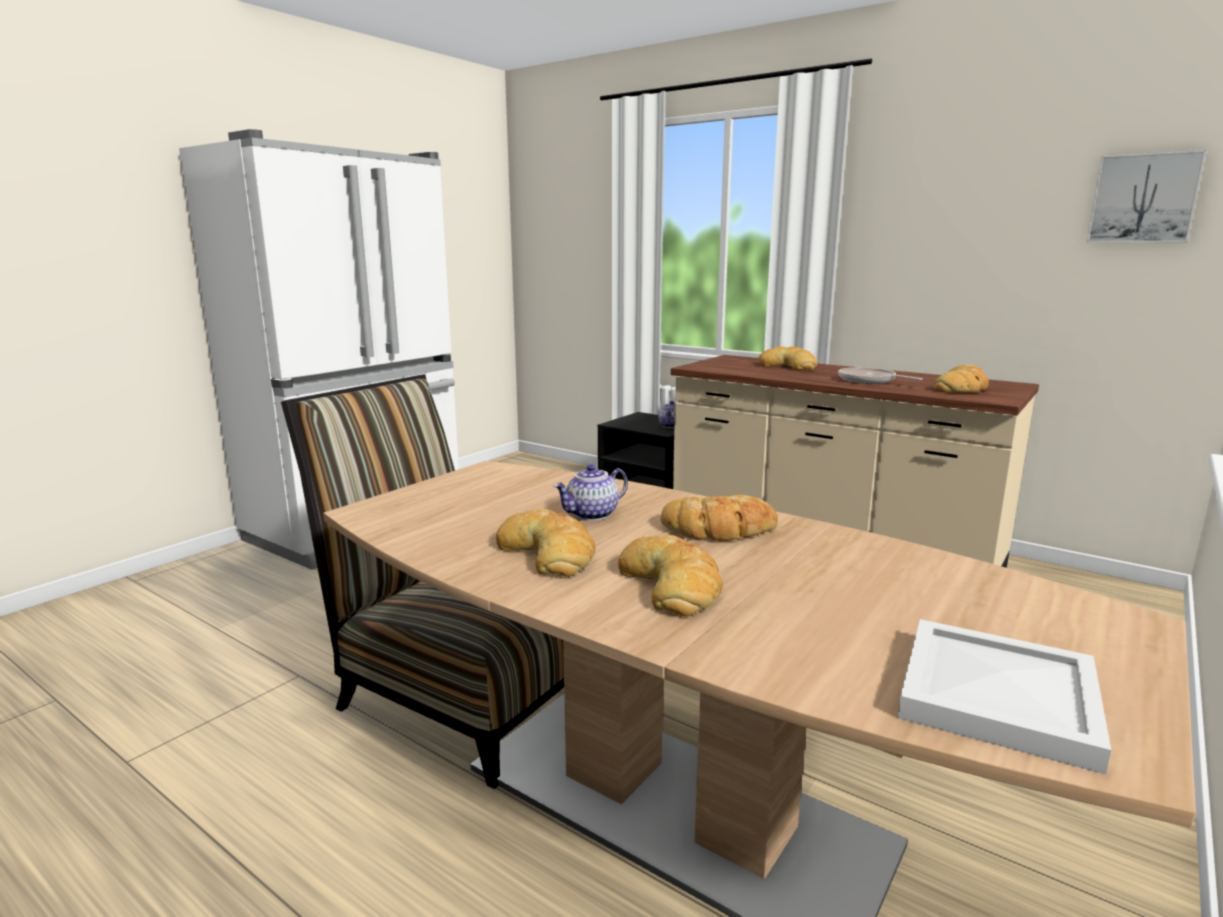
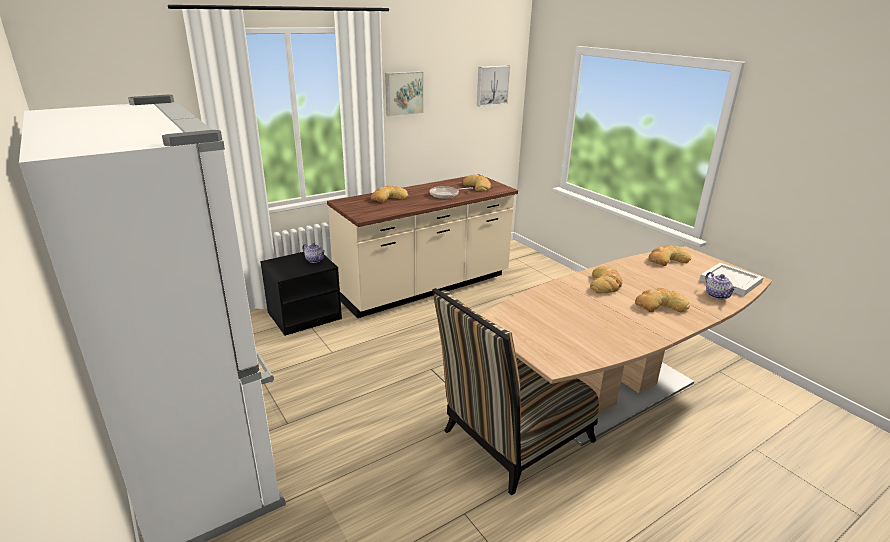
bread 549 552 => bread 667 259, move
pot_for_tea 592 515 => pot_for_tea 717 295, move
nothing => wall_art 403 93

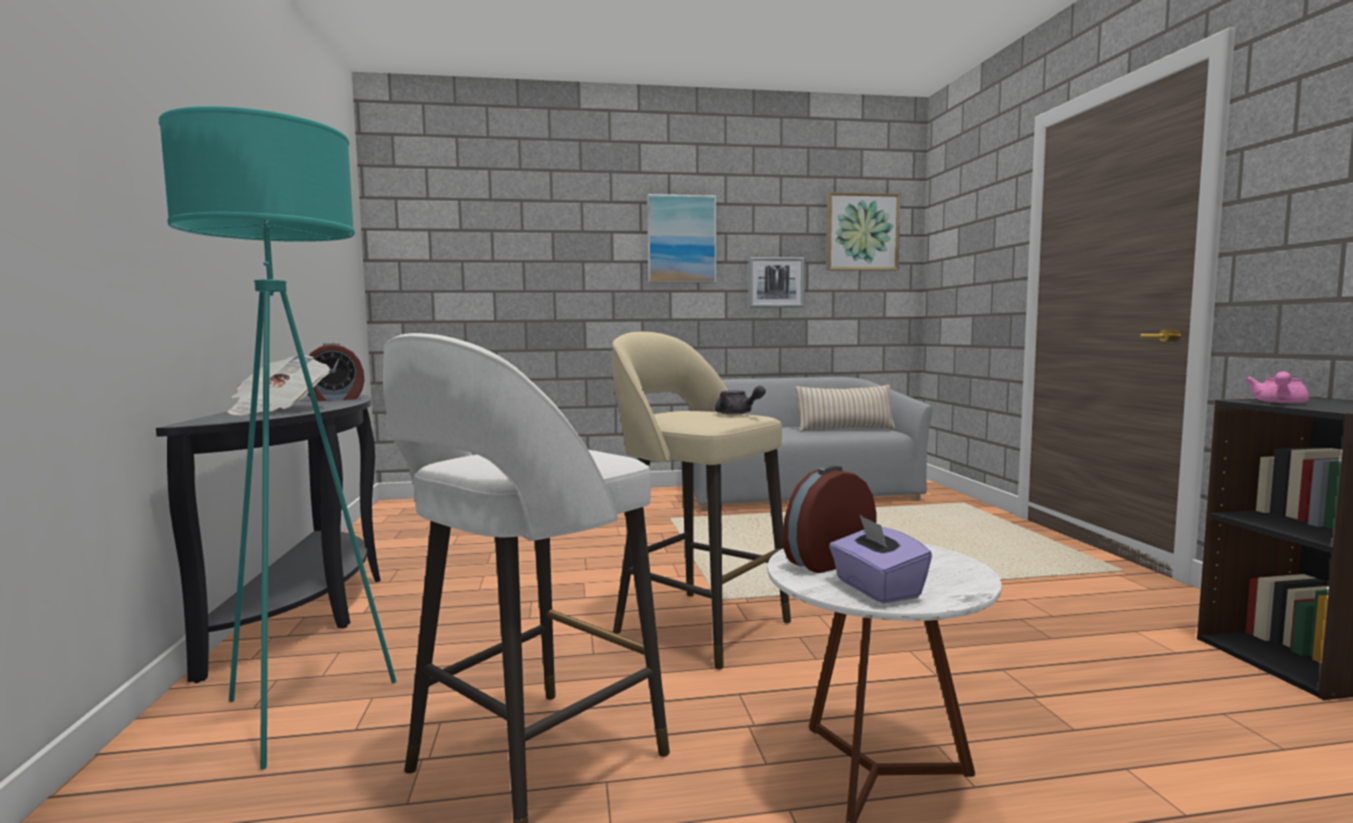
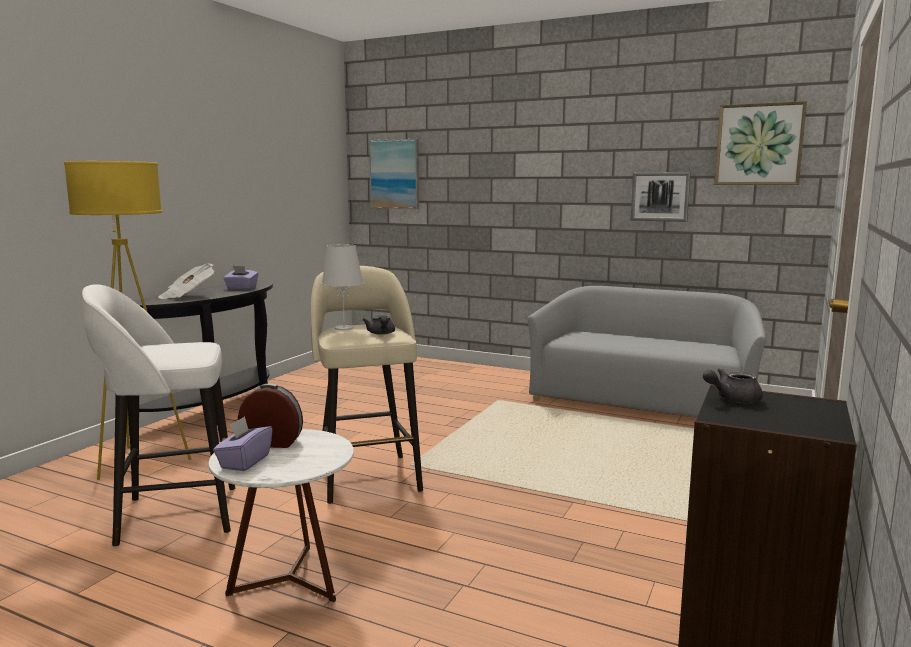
turquoise_floor_lamp 303 713 => yellow_floor_lamp 141 462
table_clock 335 399 => purplish_tissue_box 241 288
wall_art 681 239 => wall_art 395 174, move
beige-coloured_throw_pillow 845 429 => nothing
pink-coloured_pot_for_tea 1279 403 => gray_pot_for_tea 732 399
nothing => white-coloured_table_lamp 344 328

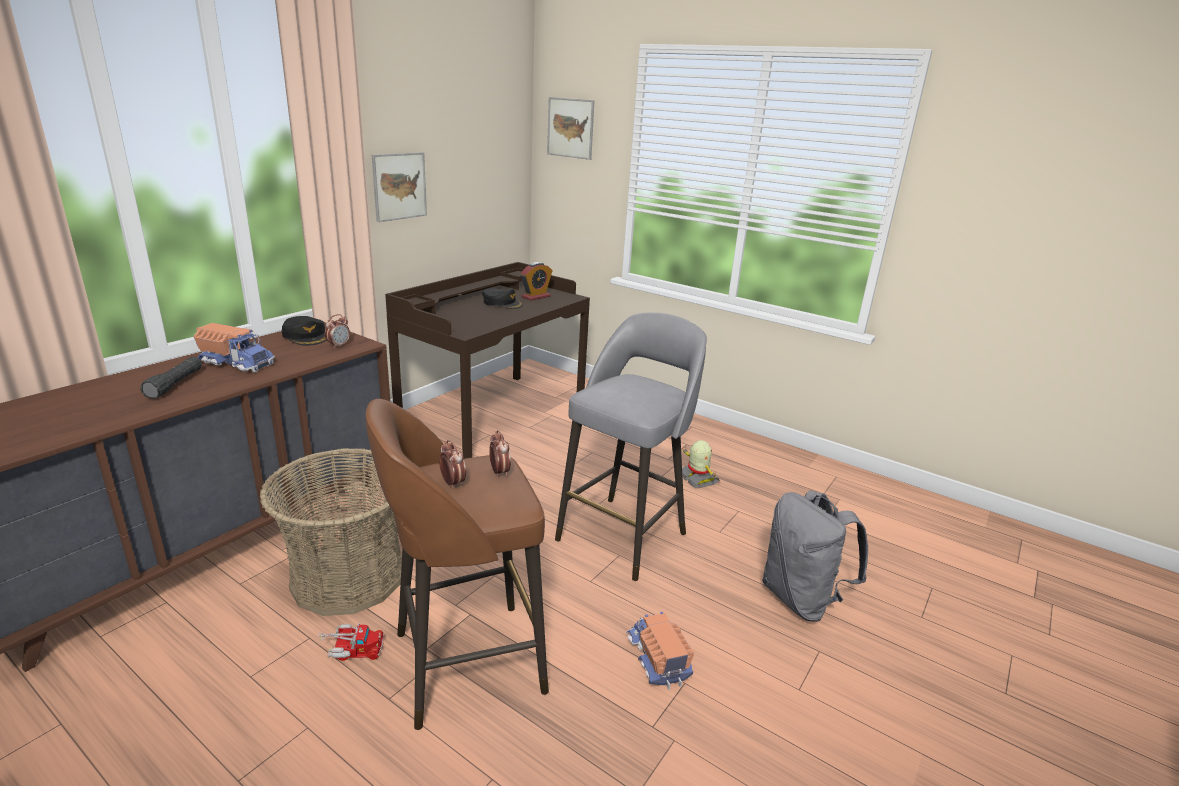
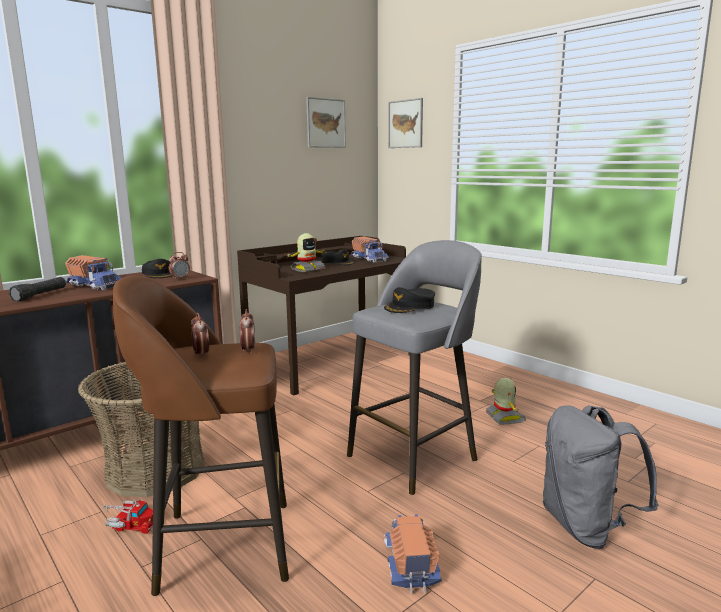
wall_art 399 186 => wall_art 326 123, move
table_clock 536 296 => model_truck 369 259
nothing => toy_robot 307 269
nothing => blackish_cap 410 307

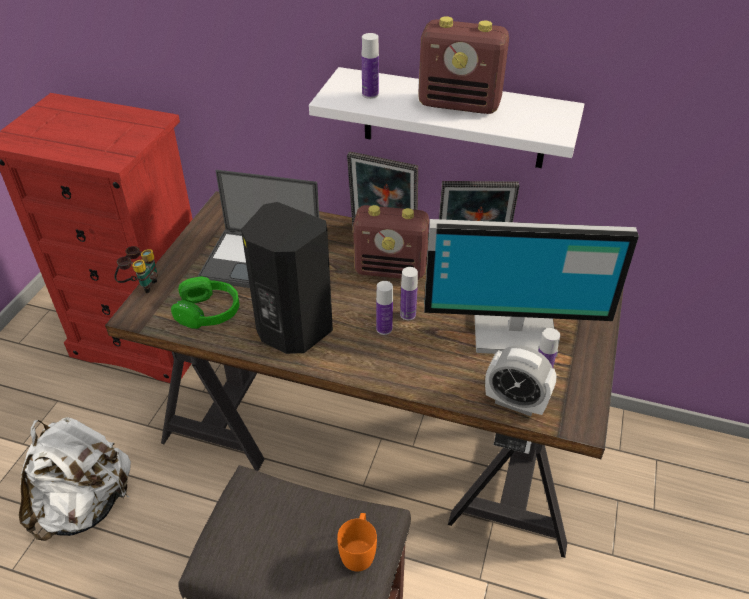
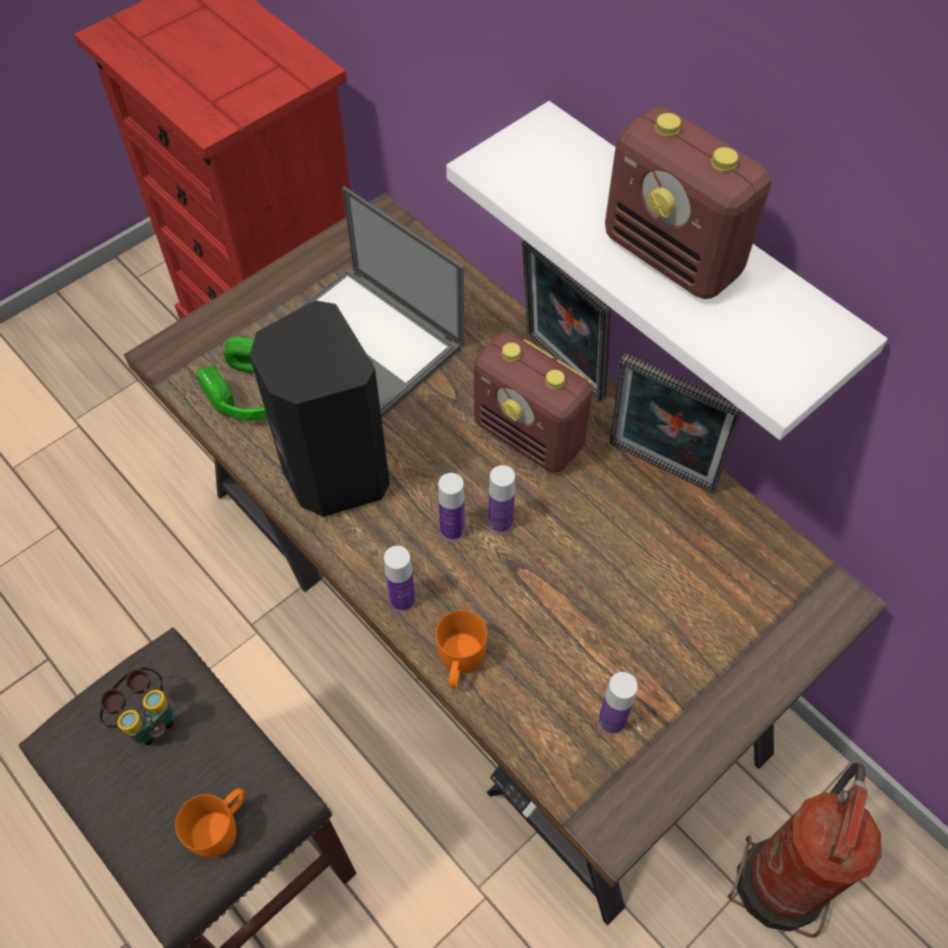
white-coloured_backpack 85 505 => nothing
field_glasses 141 284 => field_glasses 147 719, move
beverage_bottle 370 94 => beverage_bottle 402 600, move
computer_screen 514 330 => nothing
table_clock 515 403 => nothing
nothing => orange_coffee_mug 459 663
nothing => extinguisher 781 881

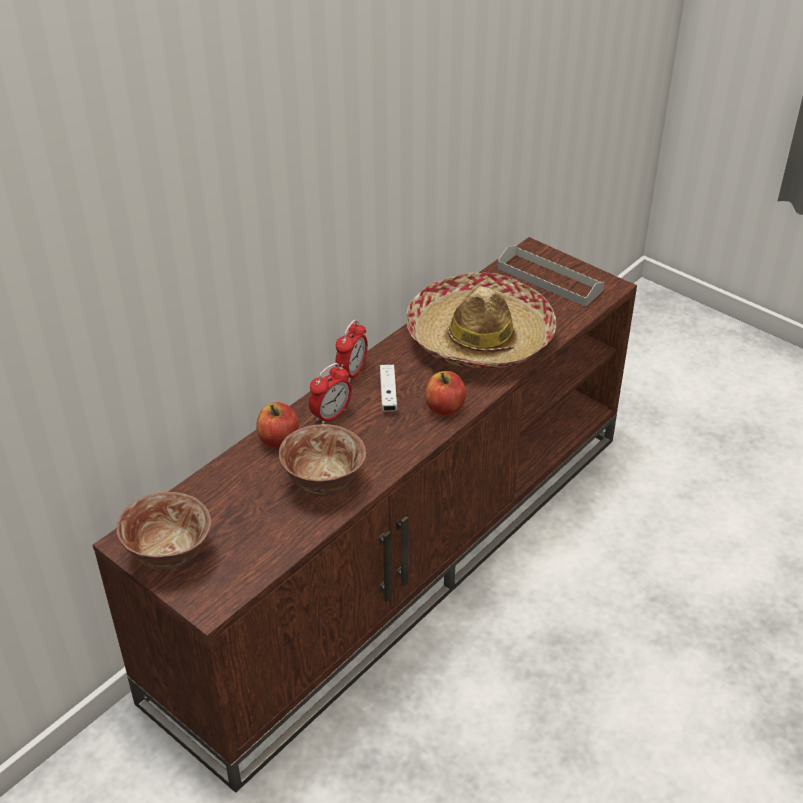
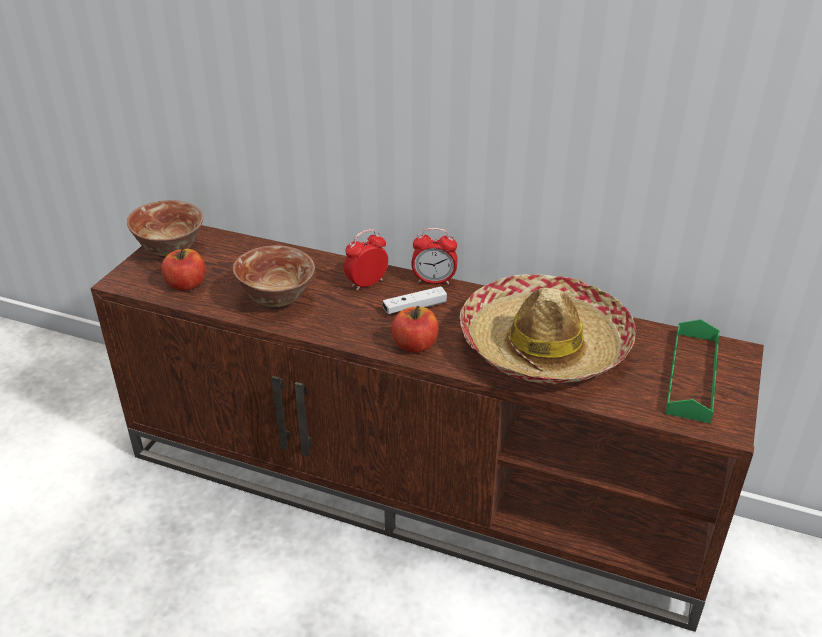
apple_fruit 279 439 => apple_fruit 186 285, move
table_clock 331 415 => table_clock 367 283, 120 degrees clockwise
gray_tray 549 279 => green-coloured_tray 692 375

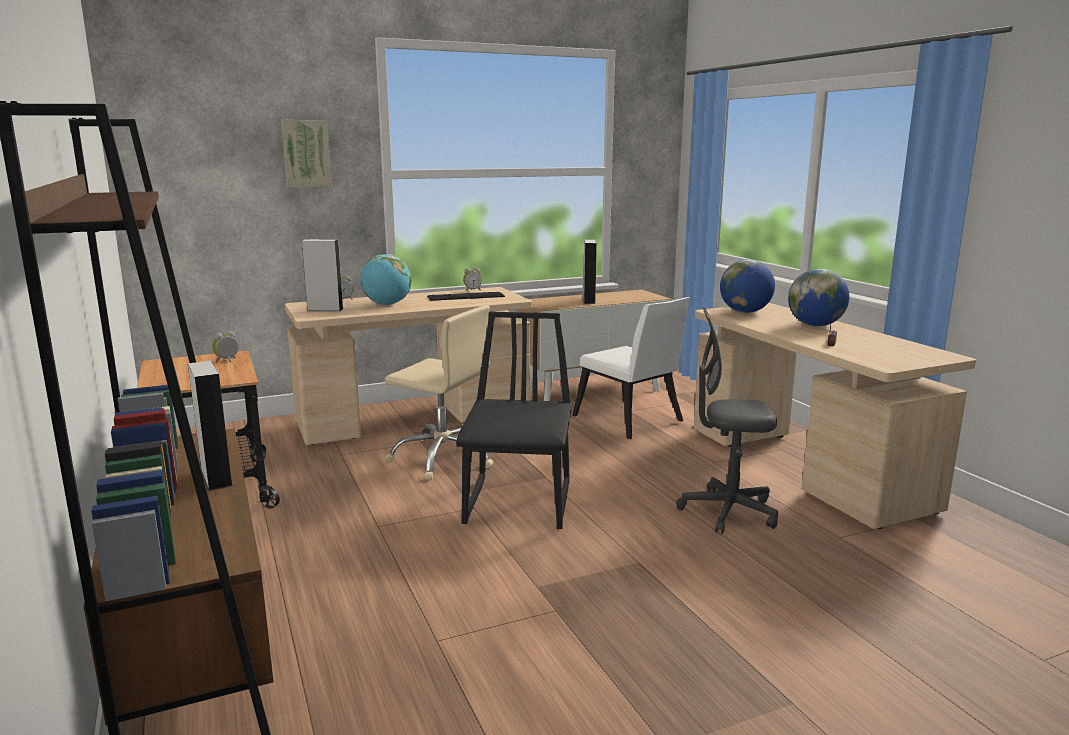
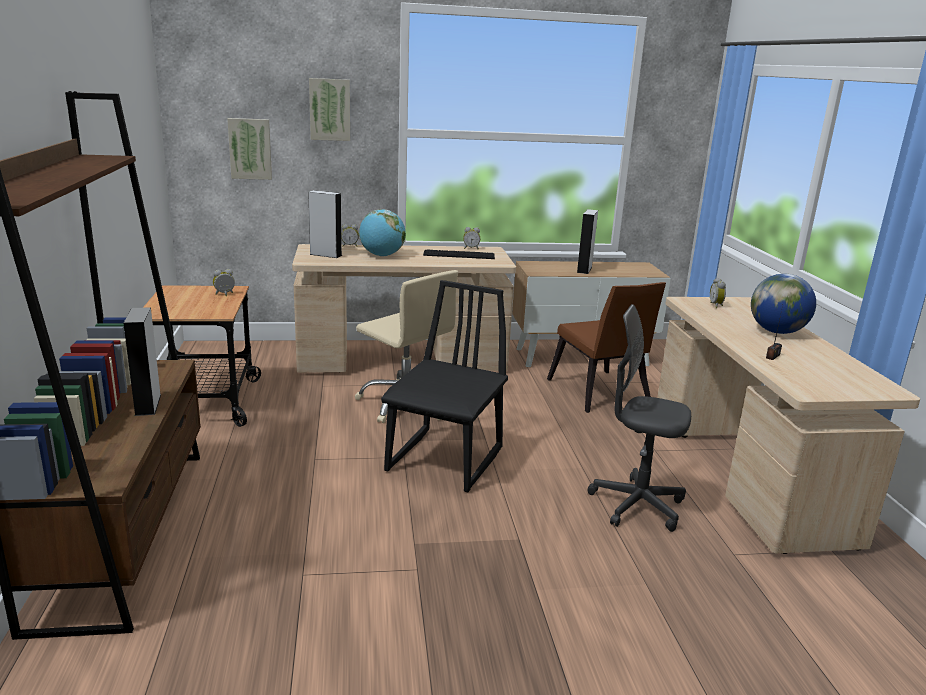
white-coloured_plain_chair 630 421 => brown_plain_chair 599 394
desk_globe 745 312 => table_clock 716 305
nothing => wall_art 250 148

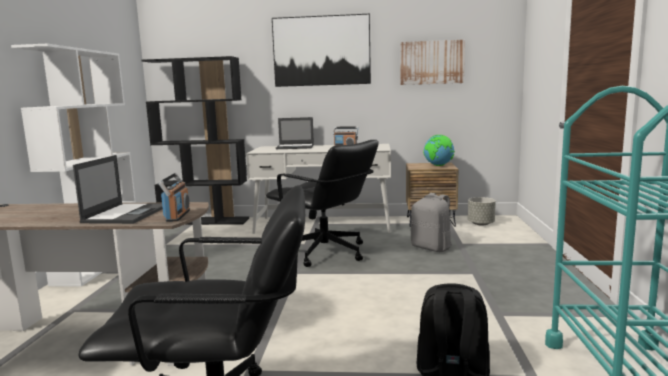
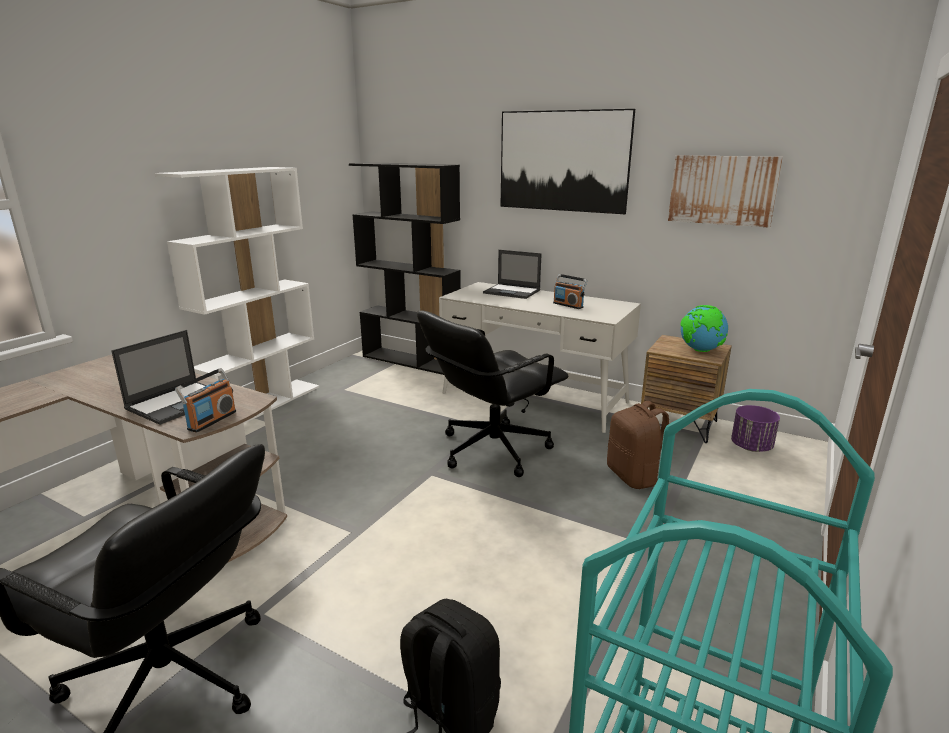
blackish_desk_chair 325 253 => blackish_desk_chair 492 449, 75 degrees clockwise
gray_backpack 432 248 => brown_backpack 634 476
gray_flower_pot 481 224 => purplish_flower_pot 751 447

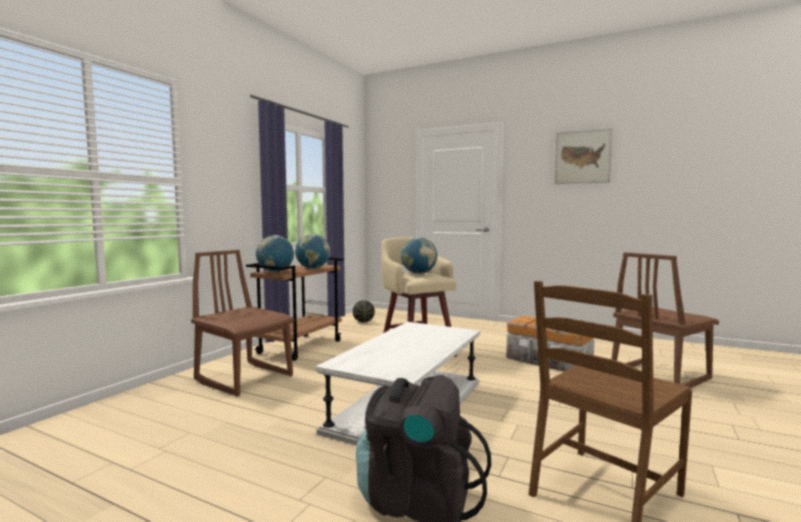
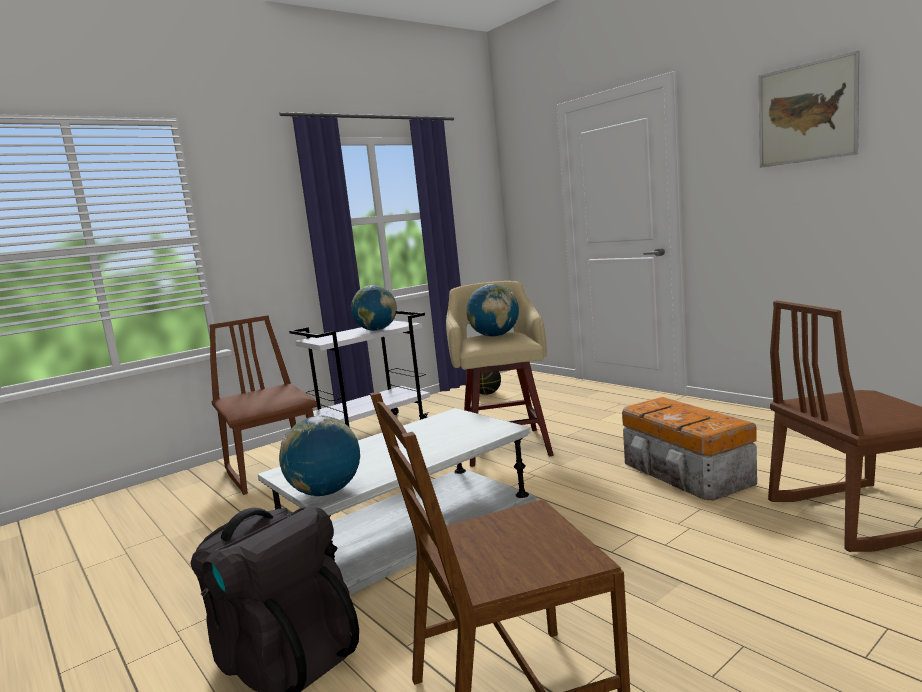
brown_trolley 300 347 => white-coloured_trolley 373 430
desk_globe 275 272 => desk_globe 326 492, move

